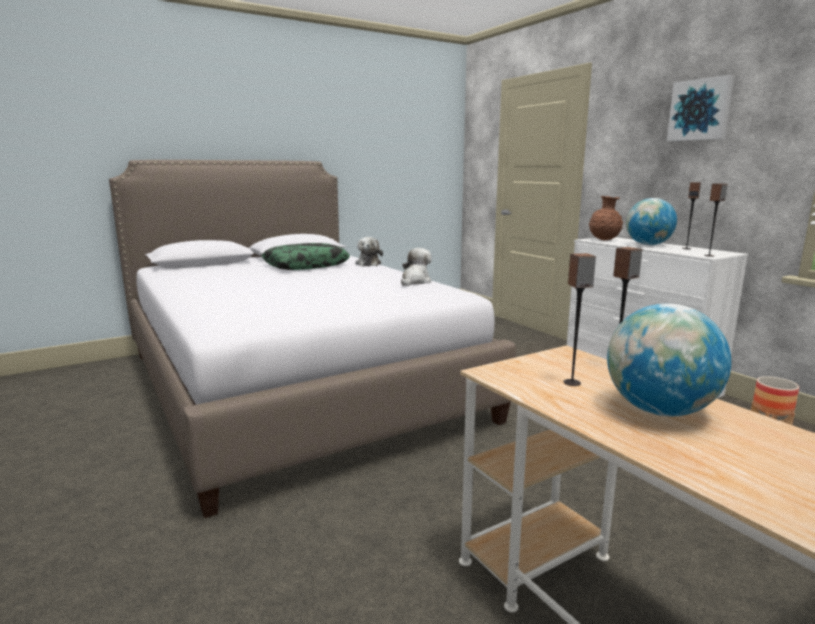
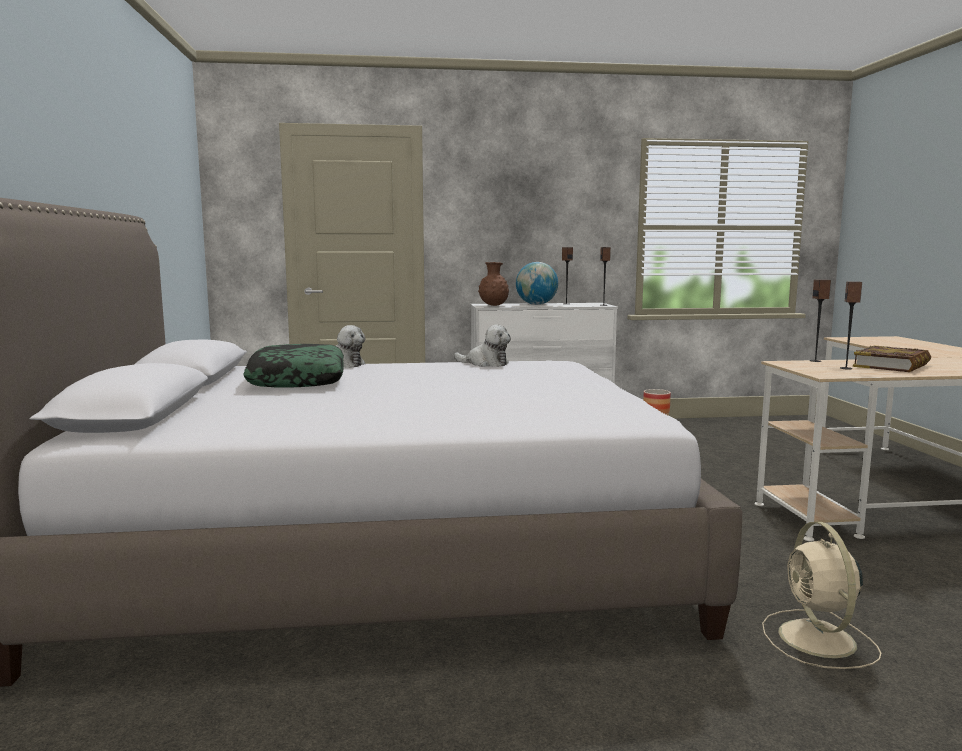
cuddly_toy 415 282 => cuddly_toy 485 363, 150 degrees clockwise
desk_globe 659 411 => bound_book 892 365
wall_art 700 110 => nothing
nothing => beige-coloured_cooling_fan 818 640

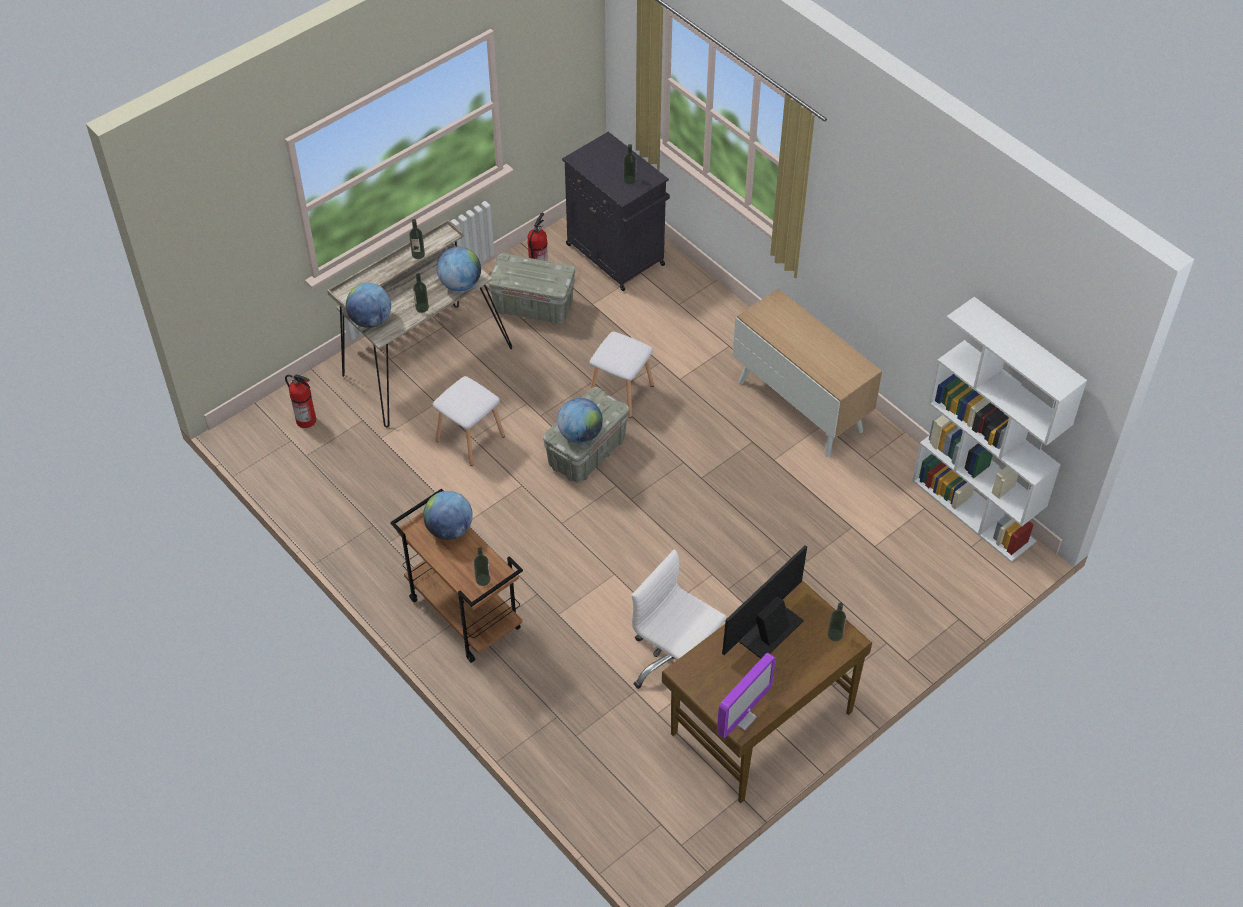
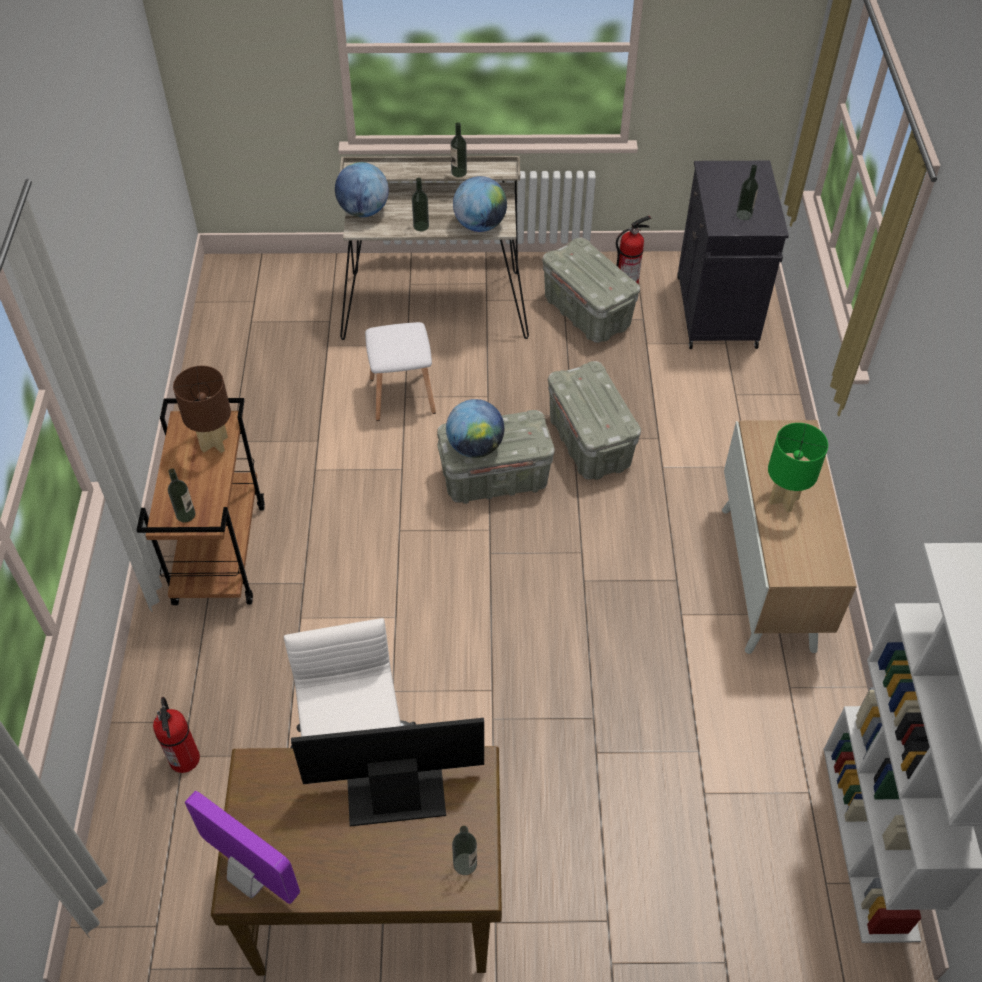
extinguisher 307 420 => extinguisher 185 759, move
desk_globe 449 529 => brown_table_lamp 214 444
white-coloured_sitting_stool 622 392 => gray_storage_bin 590 443
computer_screen 741 717 => computer_screen 251 877, 135 degrees counterclockwise
nothing => green-coloured_table_lamp 783 500

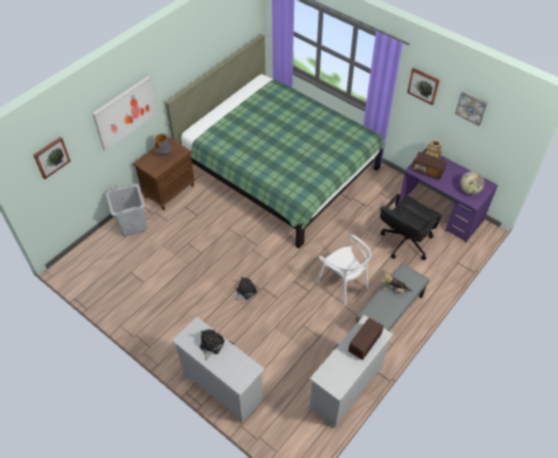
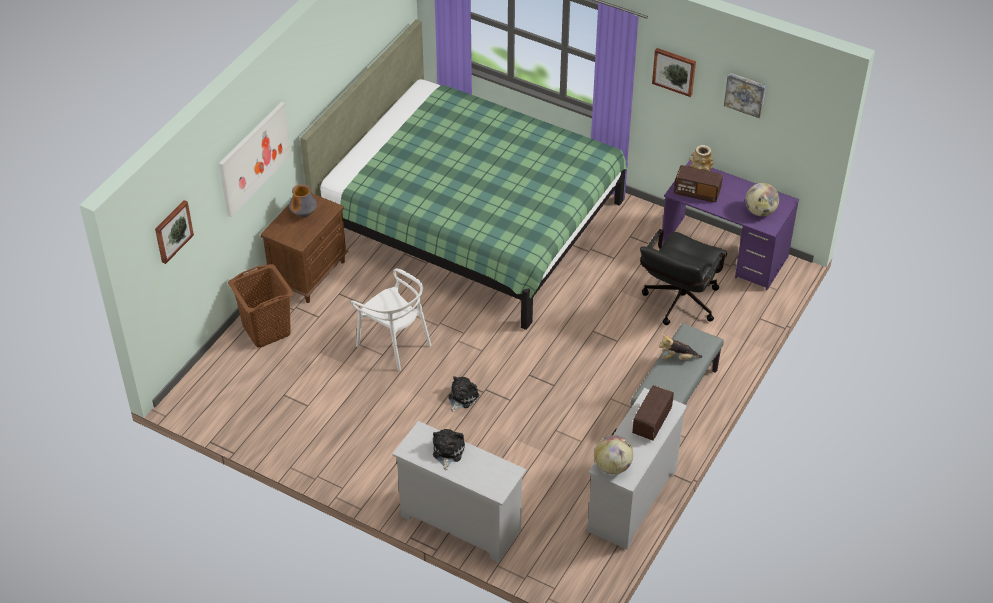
gray_washing_basket 132 225 => brown_washing_basket 266 330
white-coloured_plain_chair 343 283 => white-coloured_plain_chair 394 343, move
nothing => desk_globe 612 466

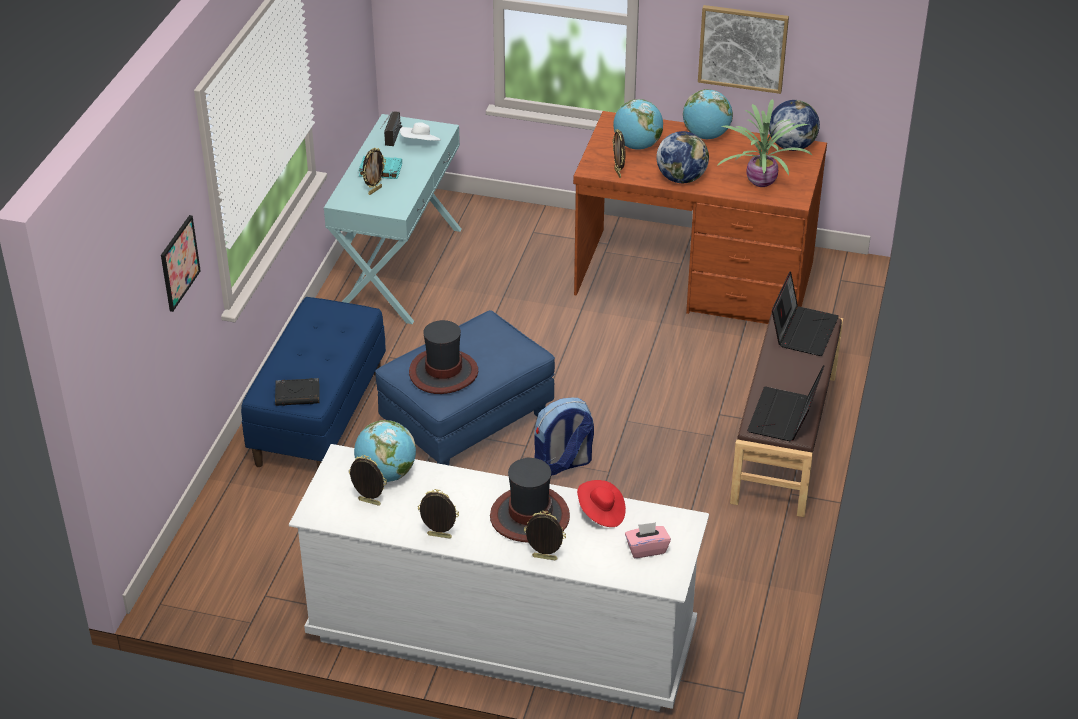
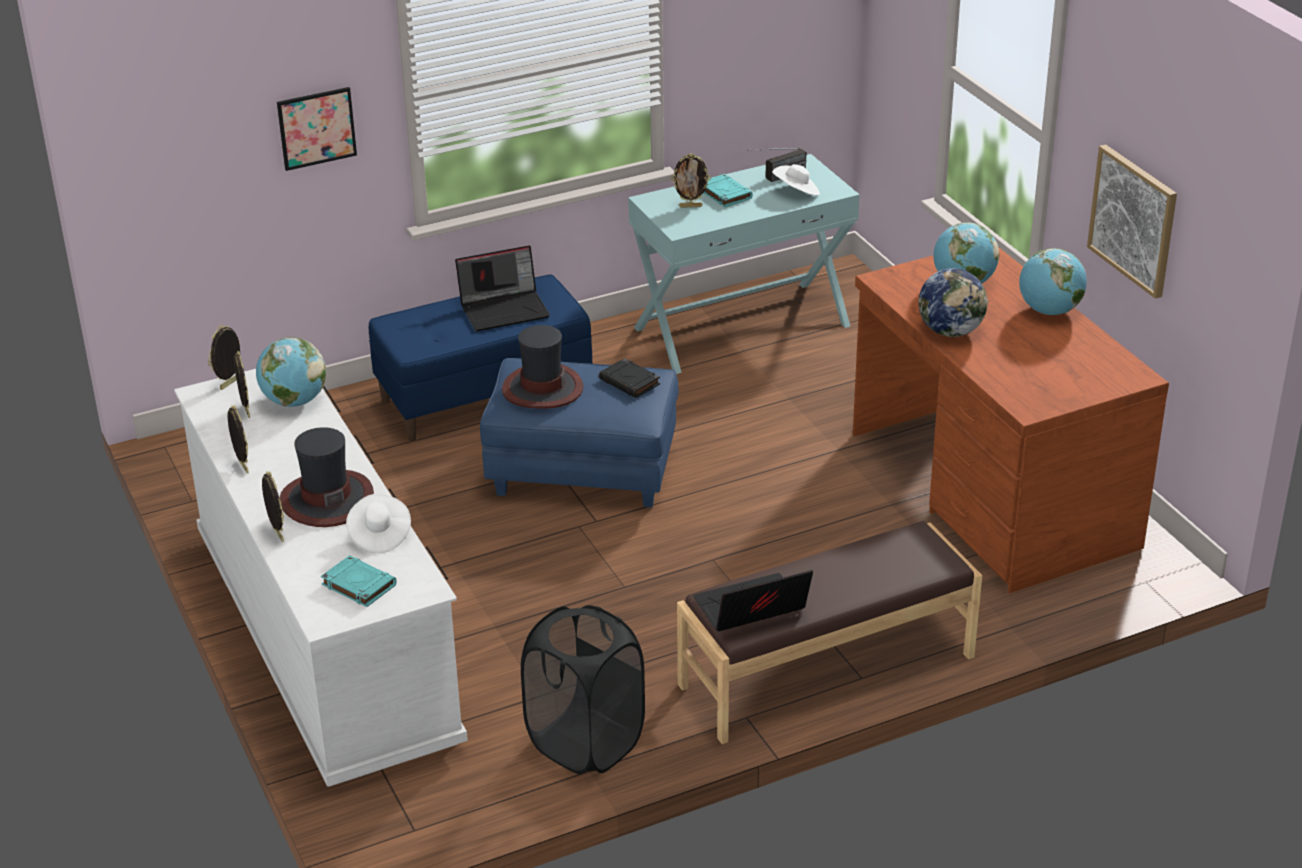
blackish_bound_book 298 395 => blackish_bound_book 630 382, move
backpack 563 464 => nothing
reddish_clothing_hat 601 513 => white-coloured_clothing_hat 379 535
picture_frame 618 173 => picture_frame 230 384, move
pink-coloured_tissue_box 646 549 => turquoise_bound_book 358 585
houseplant 759 182 => nothing
desk_globe 791 146 => nothing
laptop 803 330 => laptop 505 309, move
nothing => blackish_washing_basket 585 742

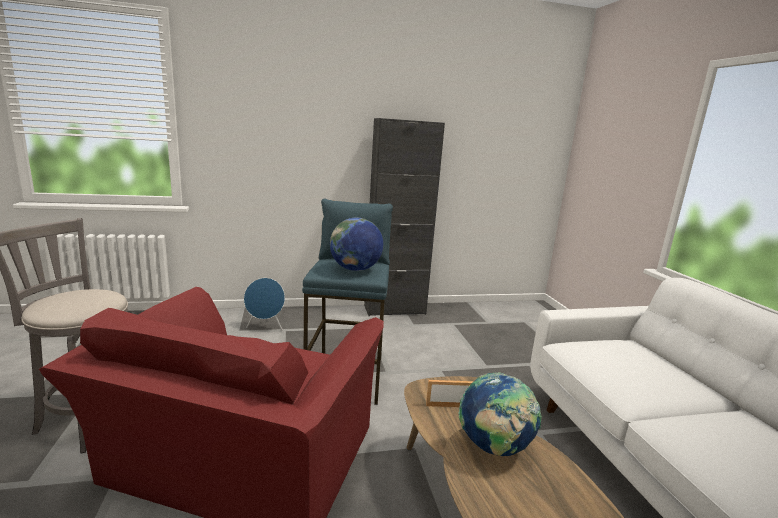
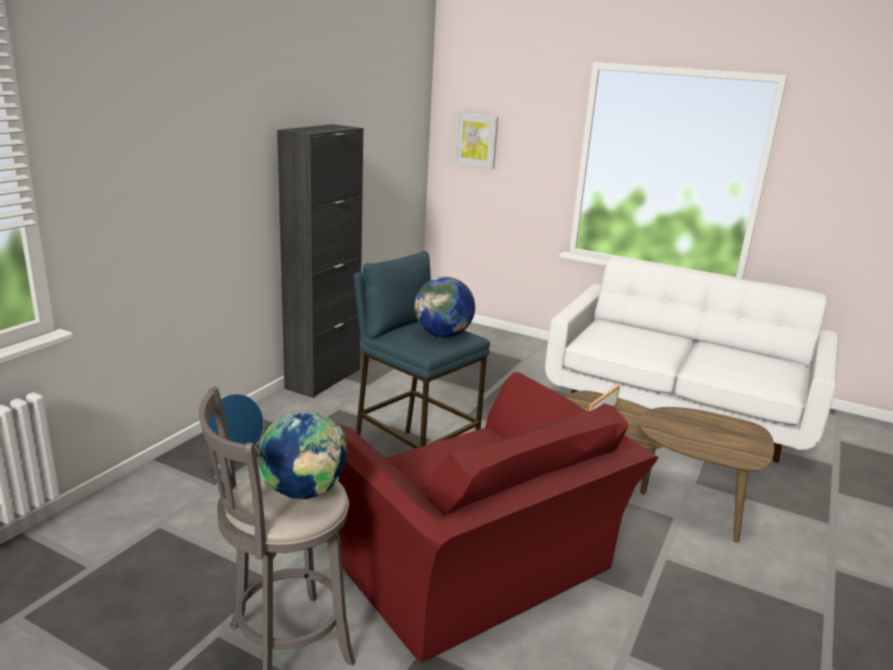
desk_globe 493 449 => desk_globe 305 494, move
nothing => wall_art 476 140

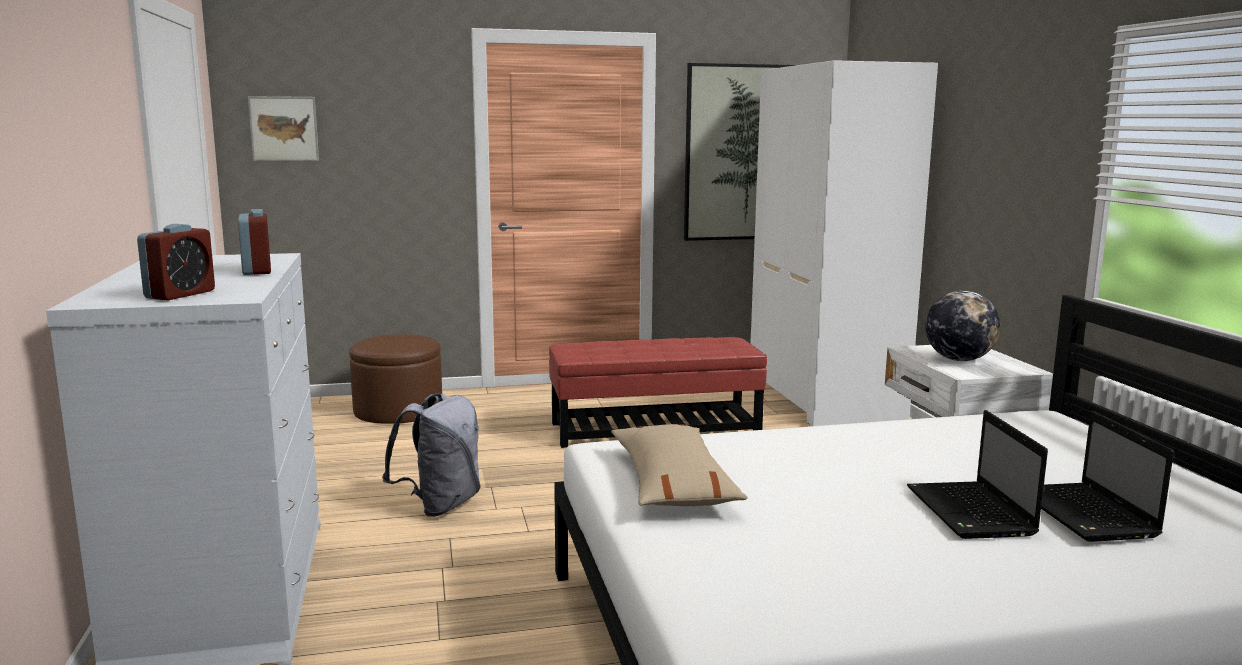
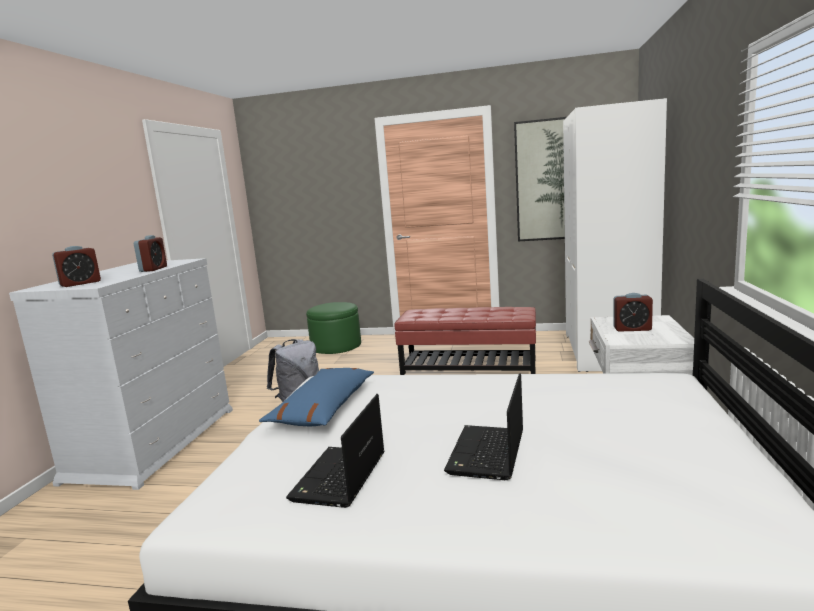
wall_art 284 128 => nothing
brown_footrest 398 410 => green-coloured_footrest 336 346
beige-coloured_throw_pillow 672 484 => bluish_throw_pillow 324 408
desk_globe 959 360 => table_clock 632 329
laptop 1086 515 => laptop 339 478, move

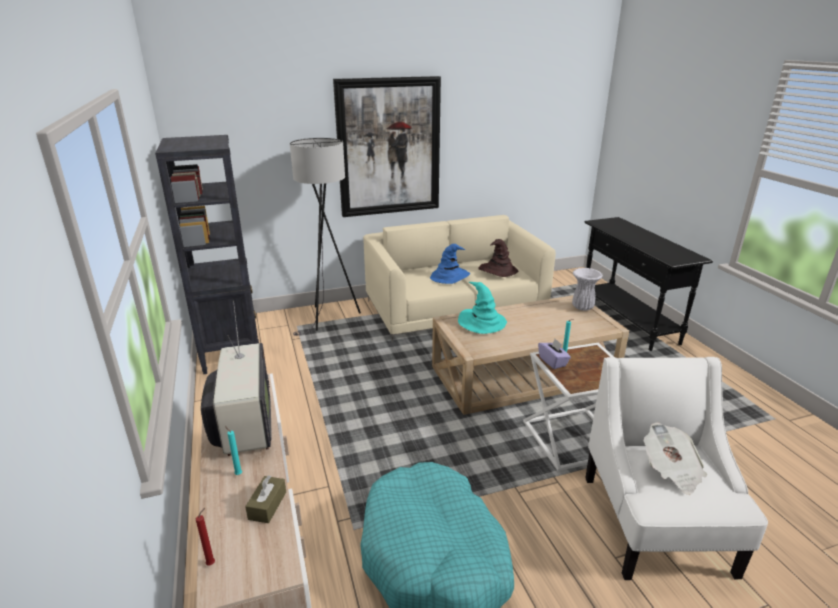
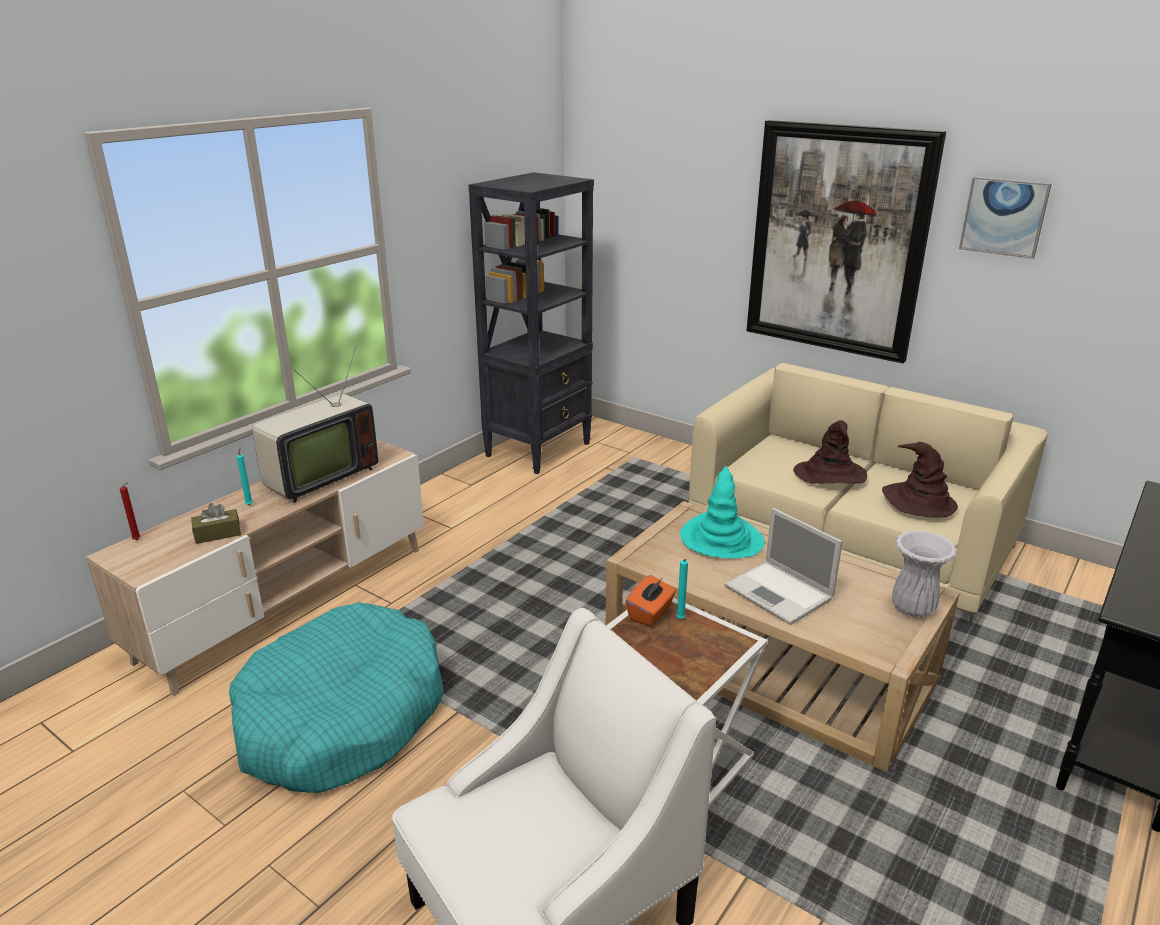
gray_floor_lamp 329 319 => nothing
bluish_clothing_hat 450 276 => brown_clothing_hat 830 474
purplish_tissue_box 553 362 => orange_tissue_box 650 613
daily_paper 671 471 => nothing
nothing => laptop 780 593
nothing => wall_art 1004 217

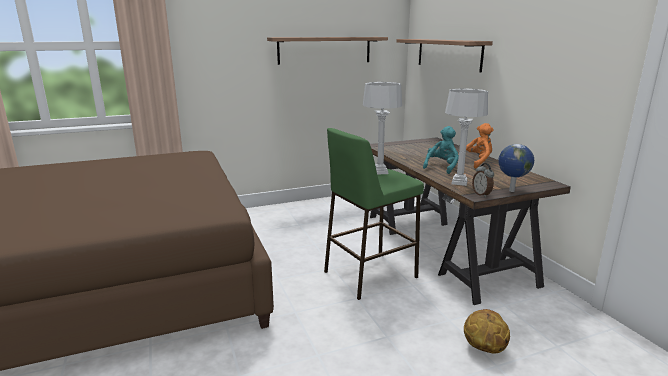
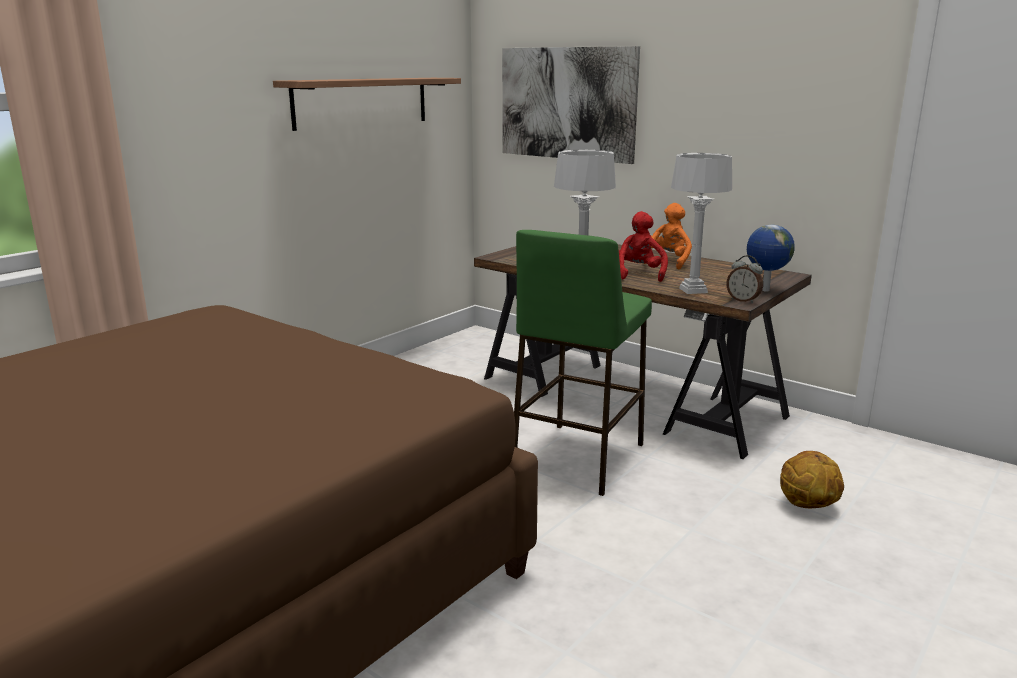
bracket_shelf 448 54 => wall_art 566 103
turquoise_cuddly_toy 442 167 => reddish_cuddly_toy 638 274

